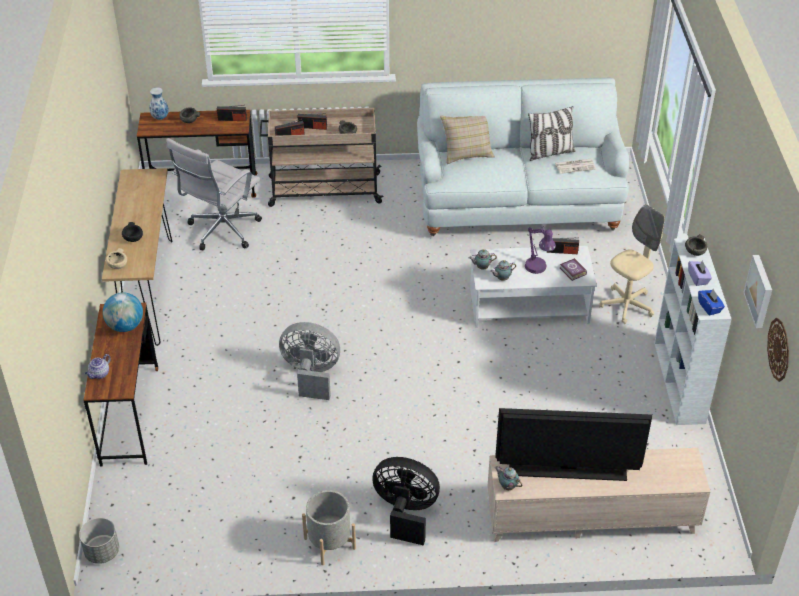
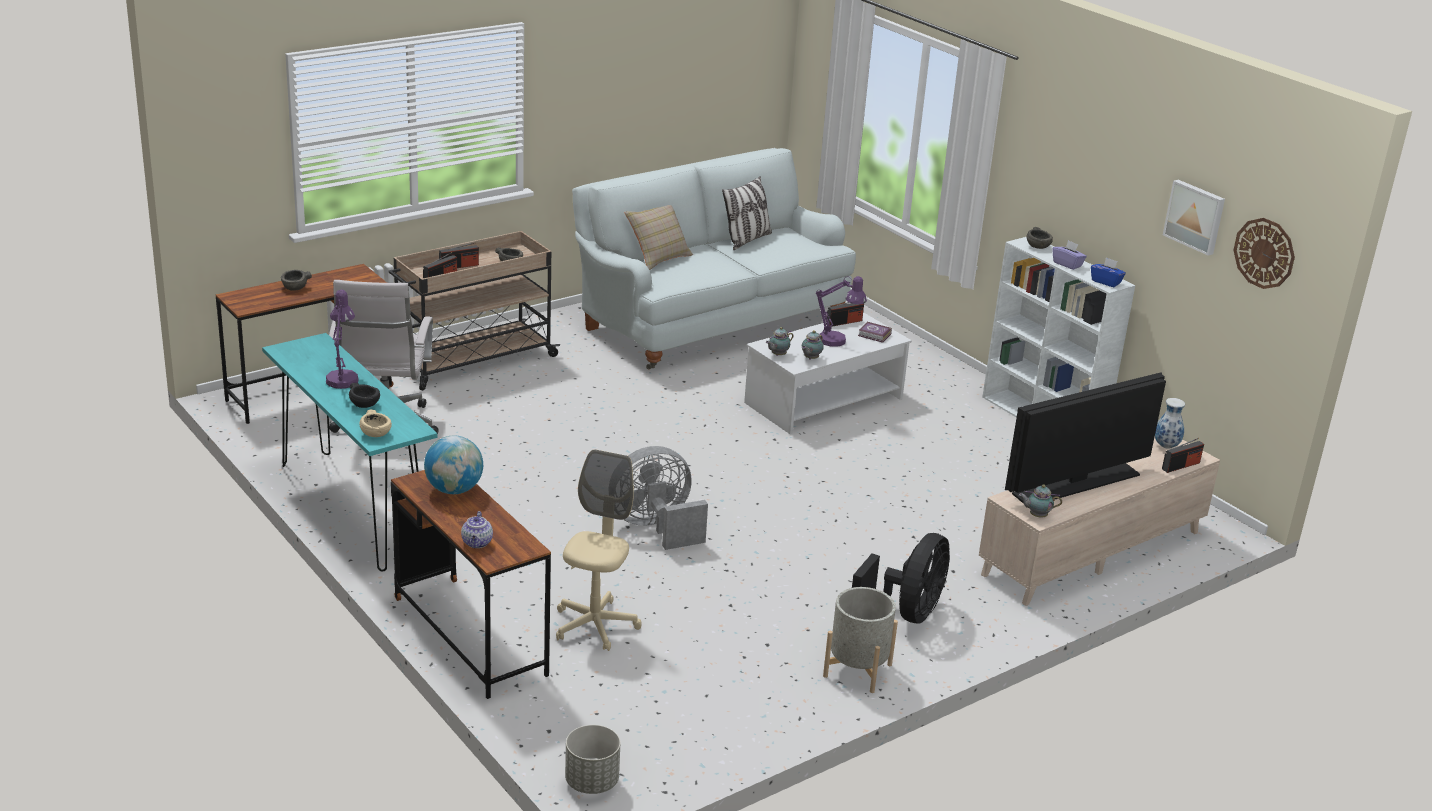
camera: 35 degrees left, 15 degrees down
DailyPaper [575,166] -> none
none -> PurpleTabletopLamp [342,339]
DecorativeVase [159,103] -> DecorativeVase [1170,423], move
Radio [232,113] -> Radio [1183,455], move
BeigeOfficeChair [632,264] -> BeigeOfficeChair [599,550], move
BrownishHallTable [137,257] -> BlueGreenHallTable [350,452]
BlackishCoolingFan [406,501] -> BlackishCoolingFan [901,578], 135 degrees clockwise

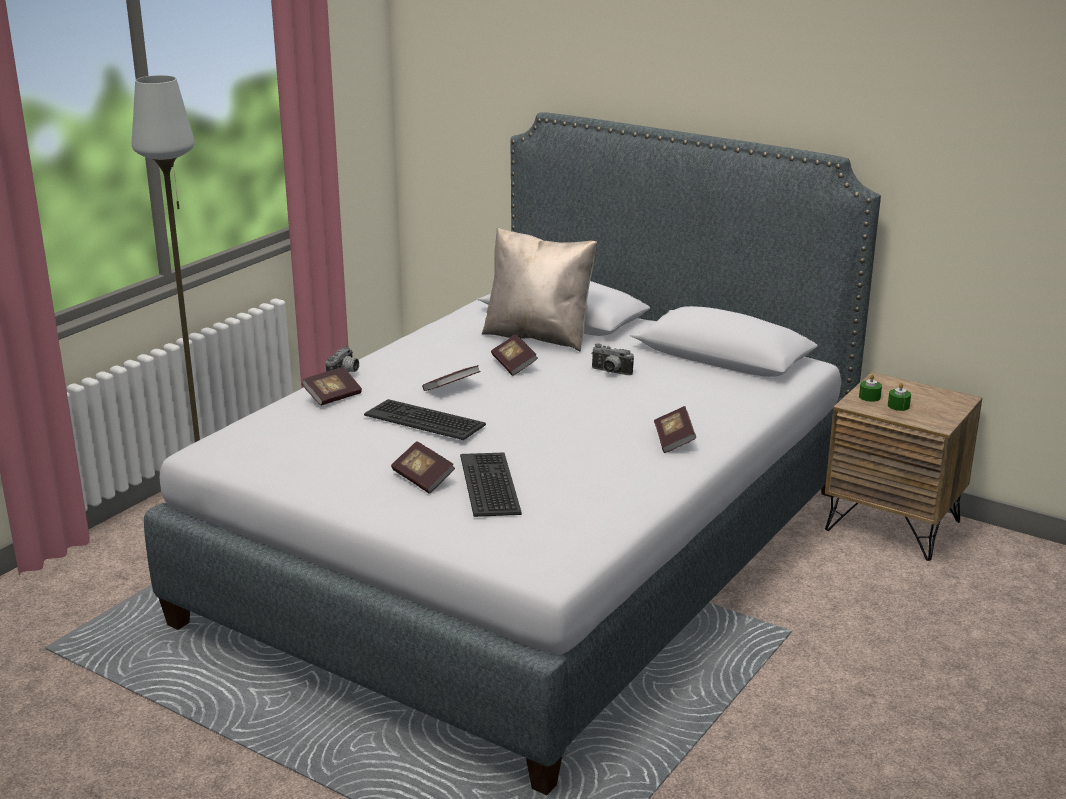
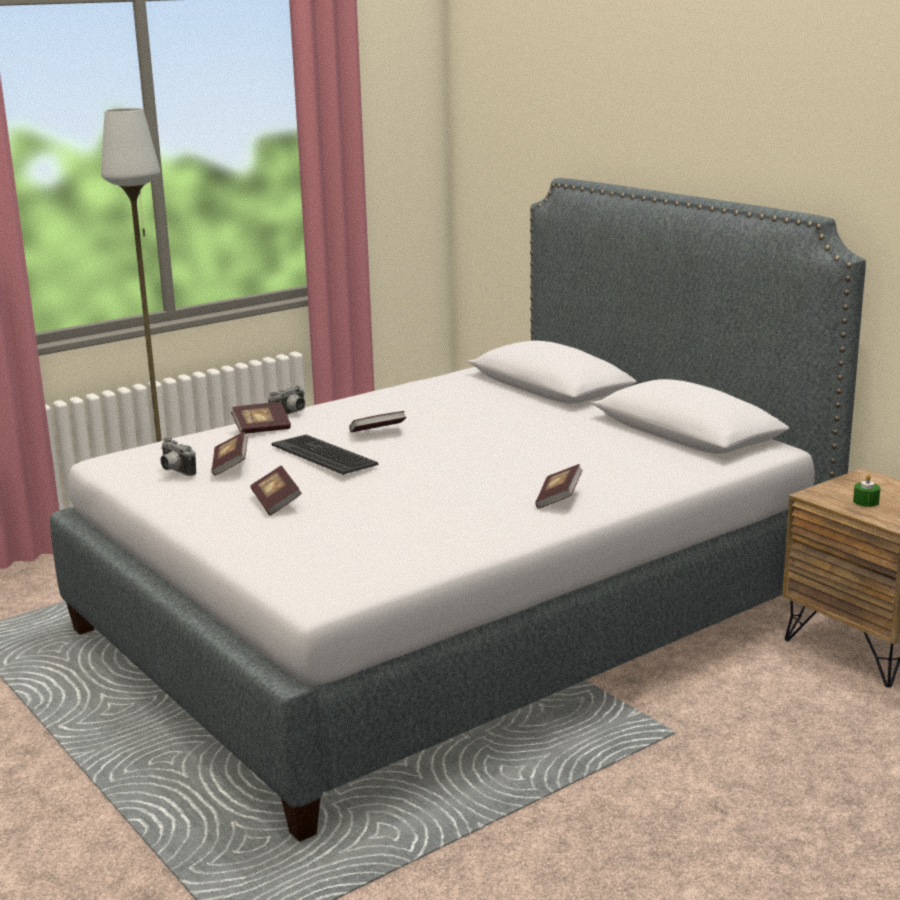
camera: 20 degrees right, 5 degrees down
PcKeyboard [491,484] -> none
BeigePillow [539,290] -> none
GreenishWaxLight [870,388] -> none
BoundBook [514,355] -> BoundBook [229,453], move
StillCamera [612,359] -> StillCamera [178,456], move

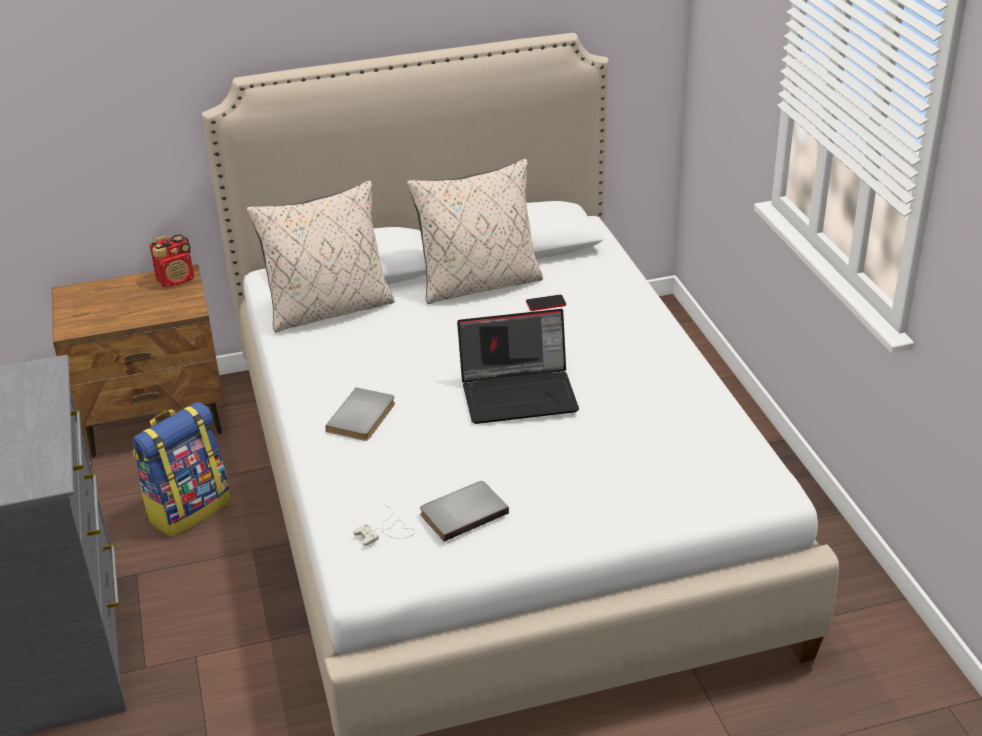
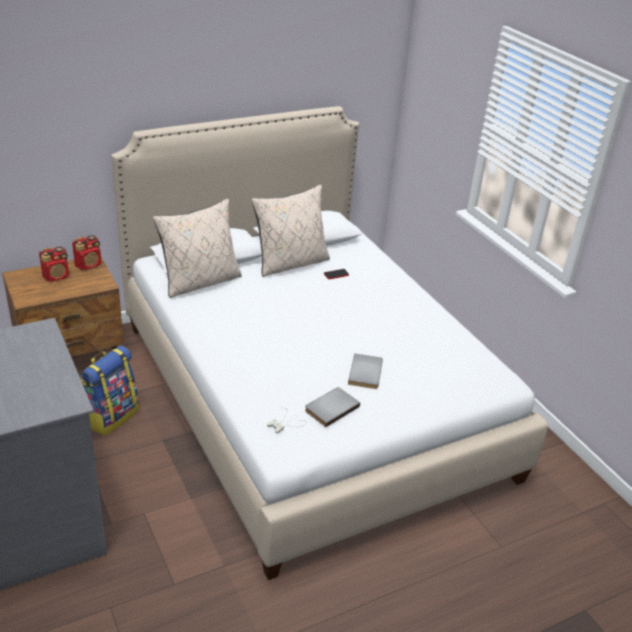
camera: 15 degrees left, 0 degrees up
NotebookComputer [518,366] -> none
none -> Radio [54,264]
GrayBoundBook [360,414] -> GrayBoundBook [365,371], move

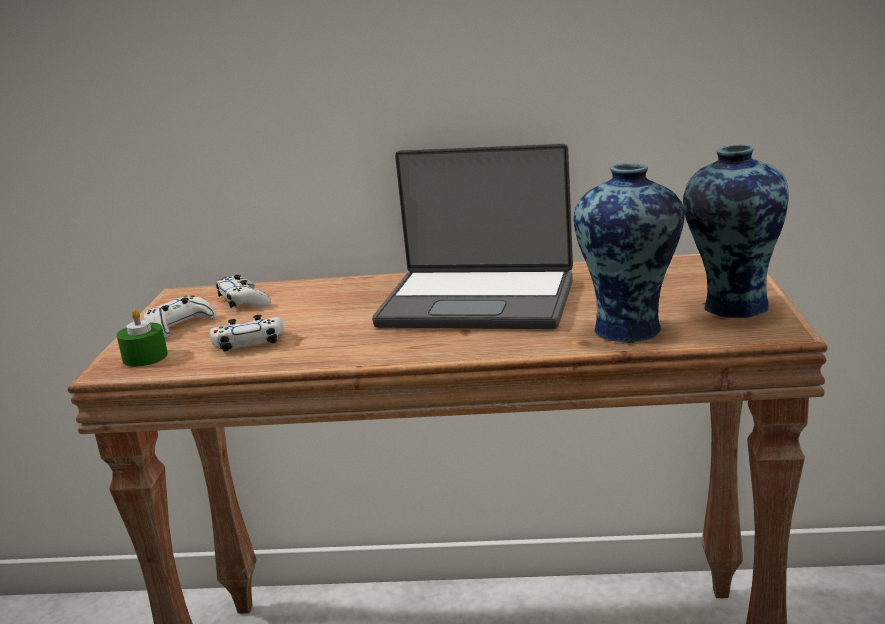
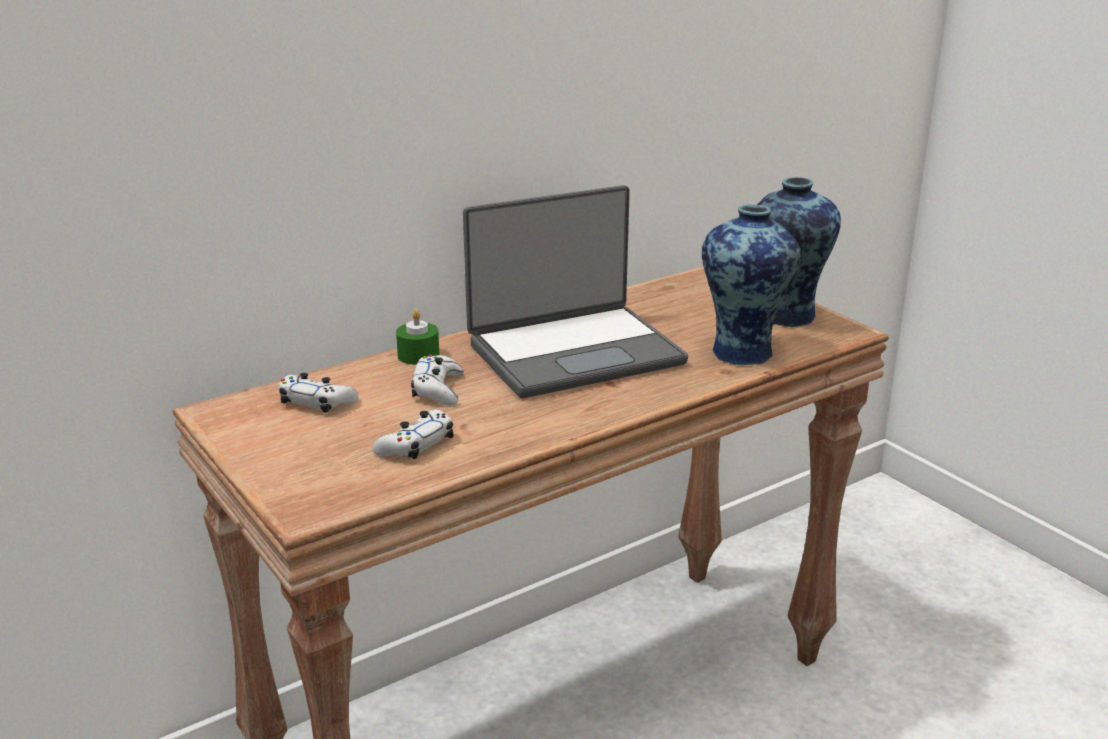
camera: 40 degrees left, 5 degrees up
GreenishWaxLight [142,337] -> GreenishWaxLight [417,337], move
WhitishJoypad [179,317] -> WhitishJoypad [437,380], move

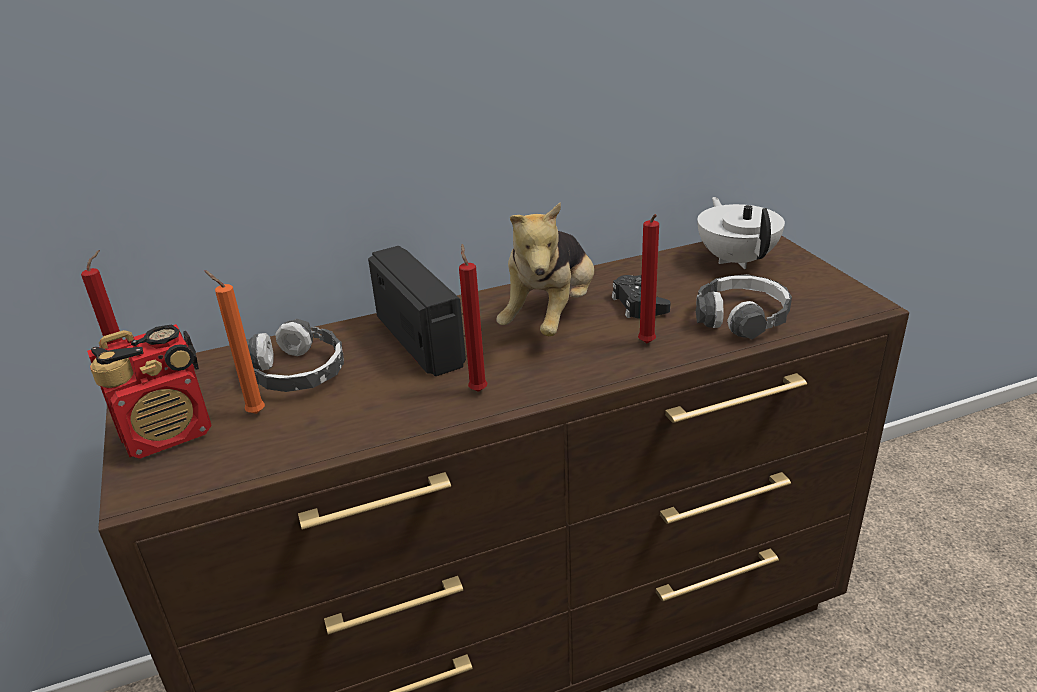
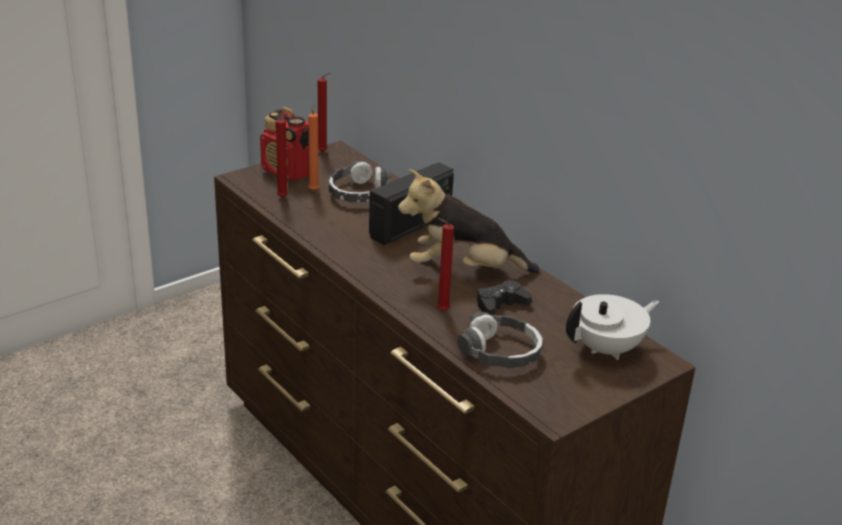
camera: 70 degrees right, 0 degrees up
RedColouredWaxLight [473,318] -> RedColouredWaxLight [283,154], move

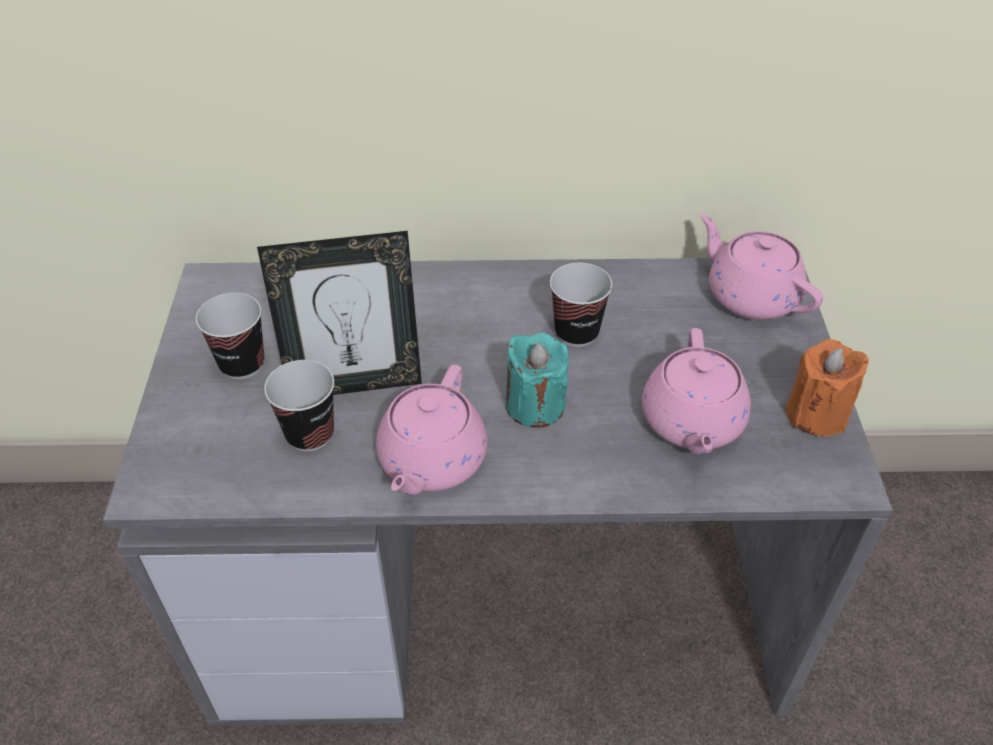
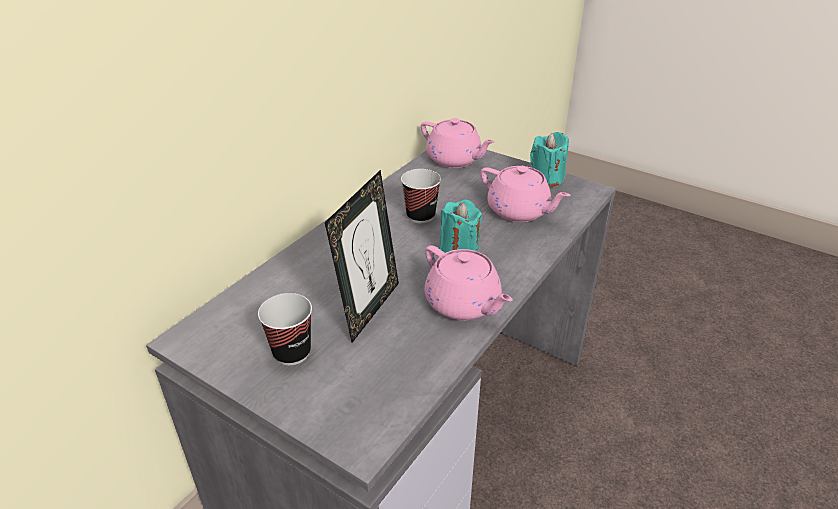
camera: 55 degrees left, 10 degrees down
Cup [299,405] -> none
OrangeyWaxLight [827,387] -> BlueGreenWaxLight [549,159]
PinkColouredPotForTea [761,267] -> PinkColouredPotForTea [458,143], 135 degrees counterclockwise

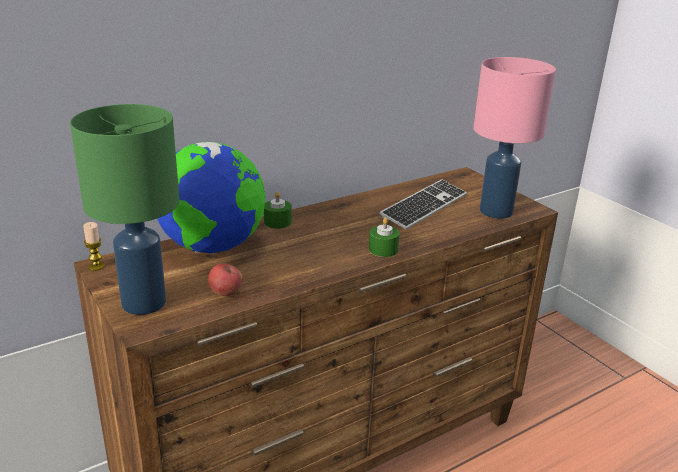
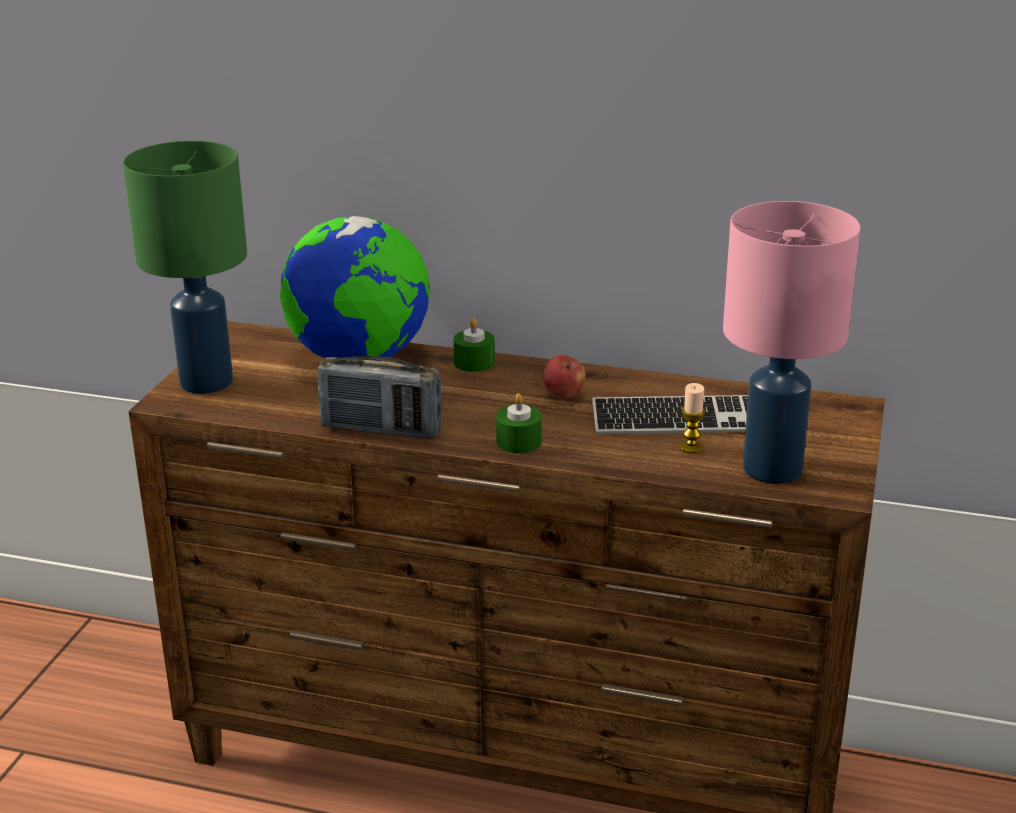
camera: 50 degrees right, 0 degrees up
none -> Radio [379,397]
WaxLight [94,246] -> WaxLight [692,418], move
Apple [225,280] -> Apple [564,376], move

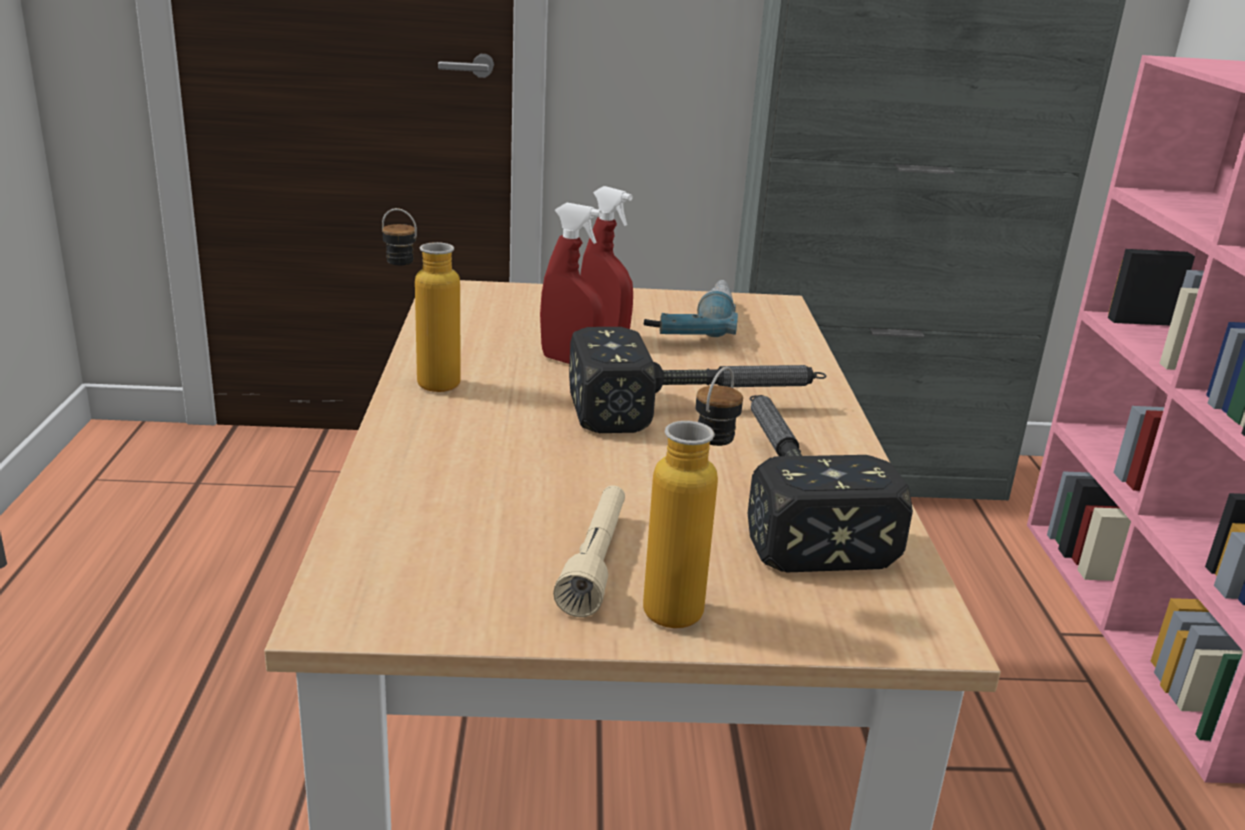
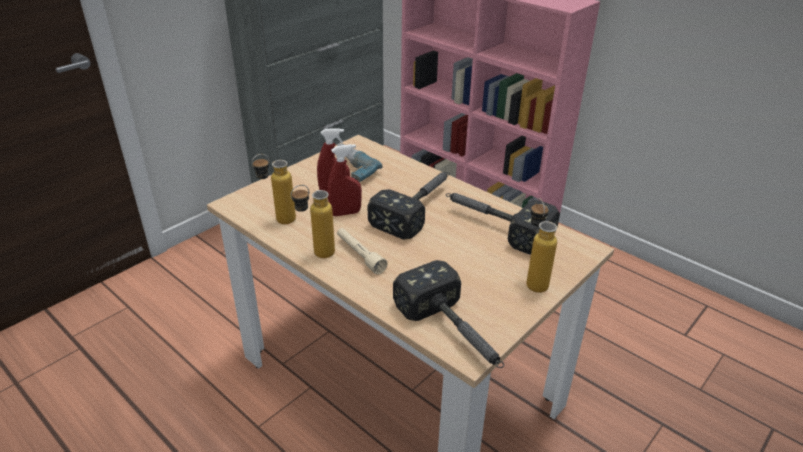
camera: 45 degrees left, 10 degrees up
none -> Bottle [274,189]
none -> Hammer [448,314]
BeigeTorch [589,551] -> BeigeTorch [362,251], move

